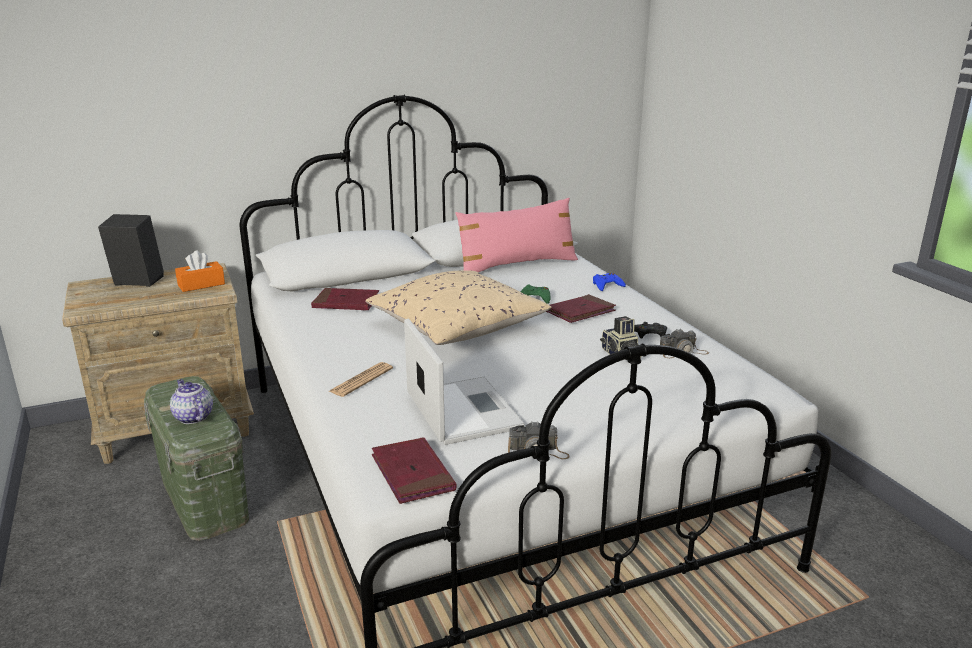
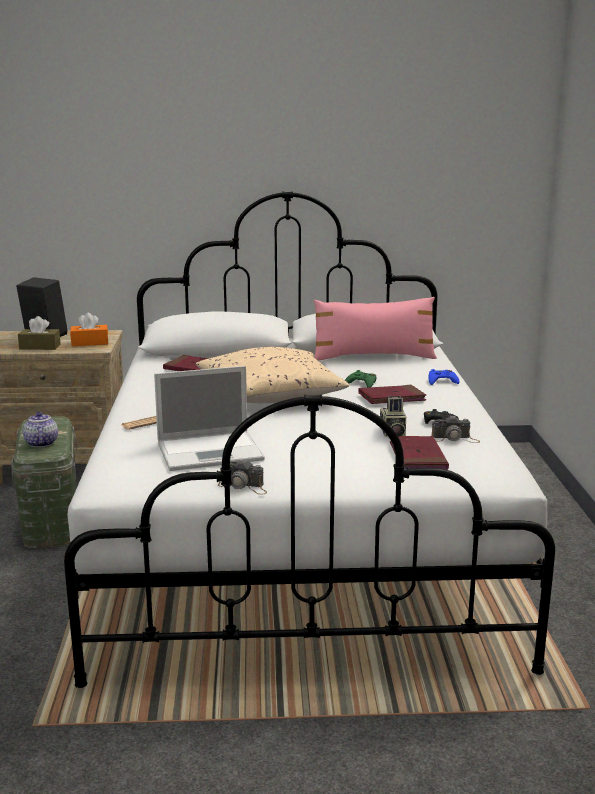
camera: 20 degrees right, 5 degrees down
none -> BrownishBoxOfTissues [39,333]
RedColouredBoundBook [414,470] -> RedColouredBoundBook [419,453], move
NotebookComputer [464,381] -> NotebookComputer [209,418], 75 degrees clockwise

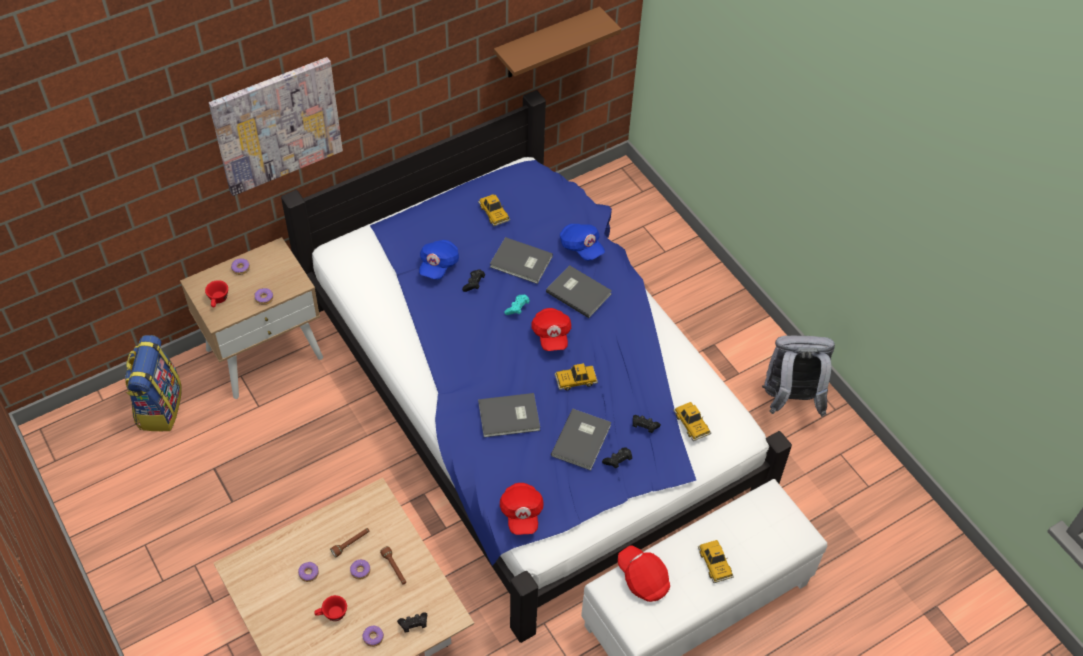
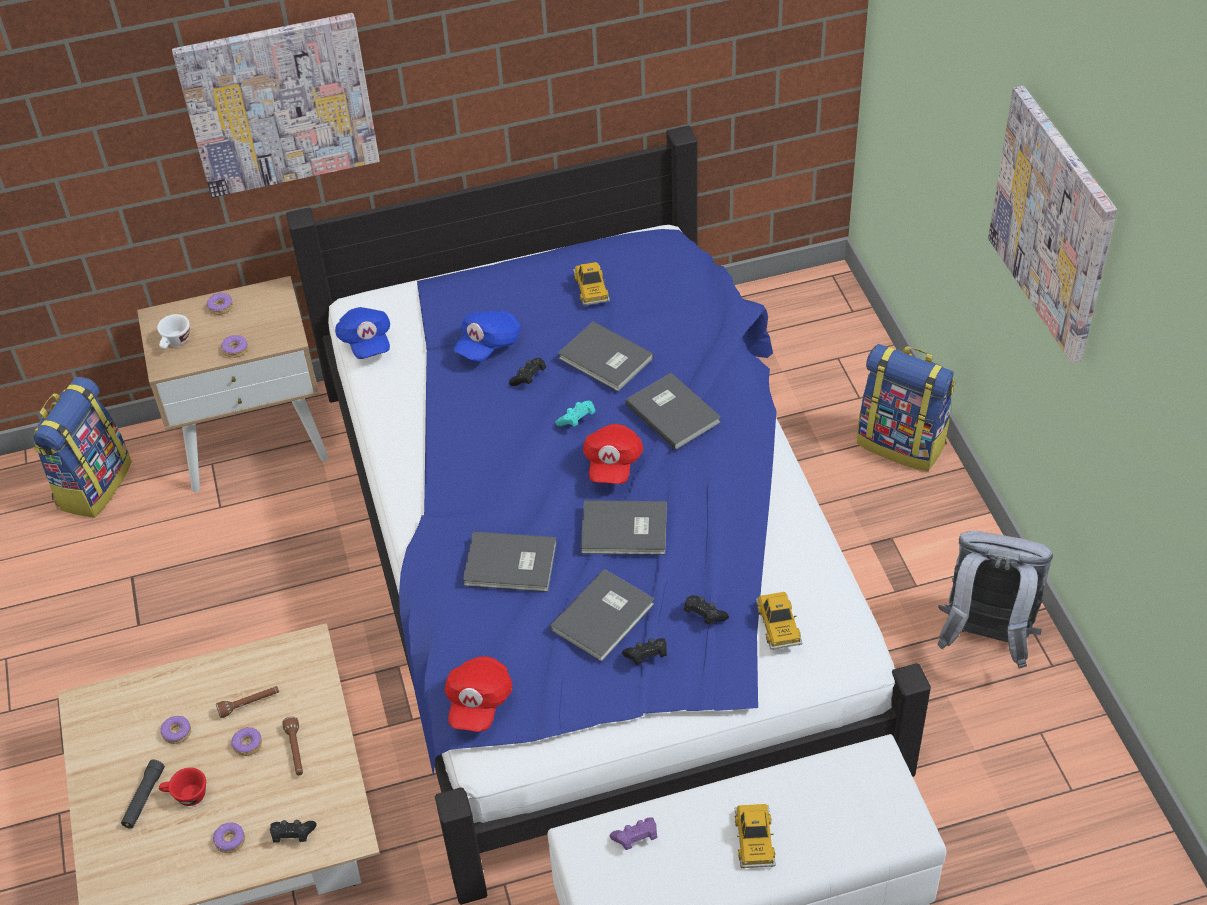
camera: 20 degrees right, 5 degrees down
BrownishWallShelf [557,42] -> none
none -> BlackishTorch [143,794]
none -> Knapsack [906,407]
none -> WallPicture [1052,224]
BluishCap [582,242] -> BluishCap [362,333], move
MiniatureCar [576,377] -> GrayBoundBook [624,527]
RedColouredCap [644,574] -> PurpleJoypad [633,833]
RedColouredCup [216,293] -> WhitishCup [173,331]

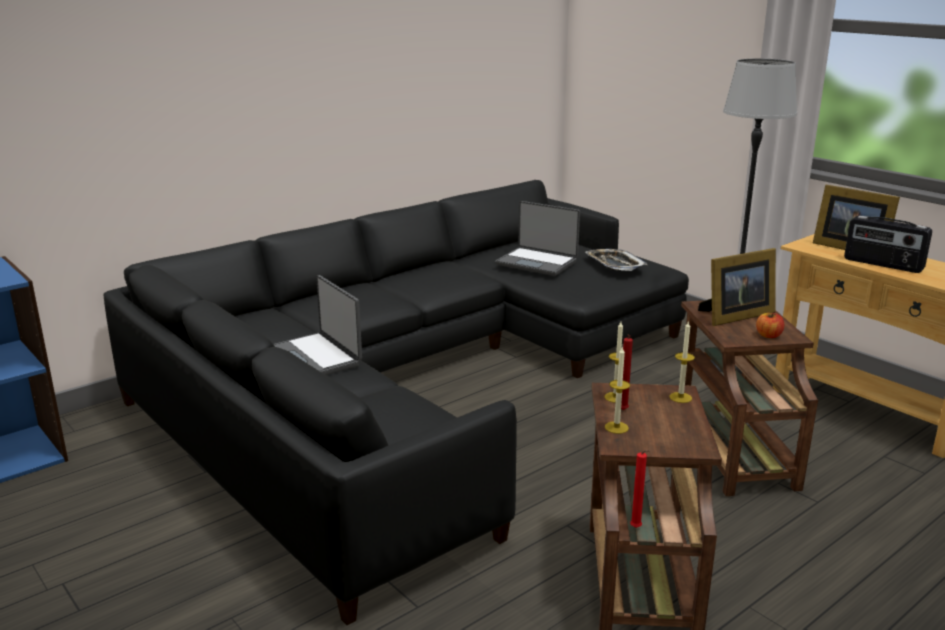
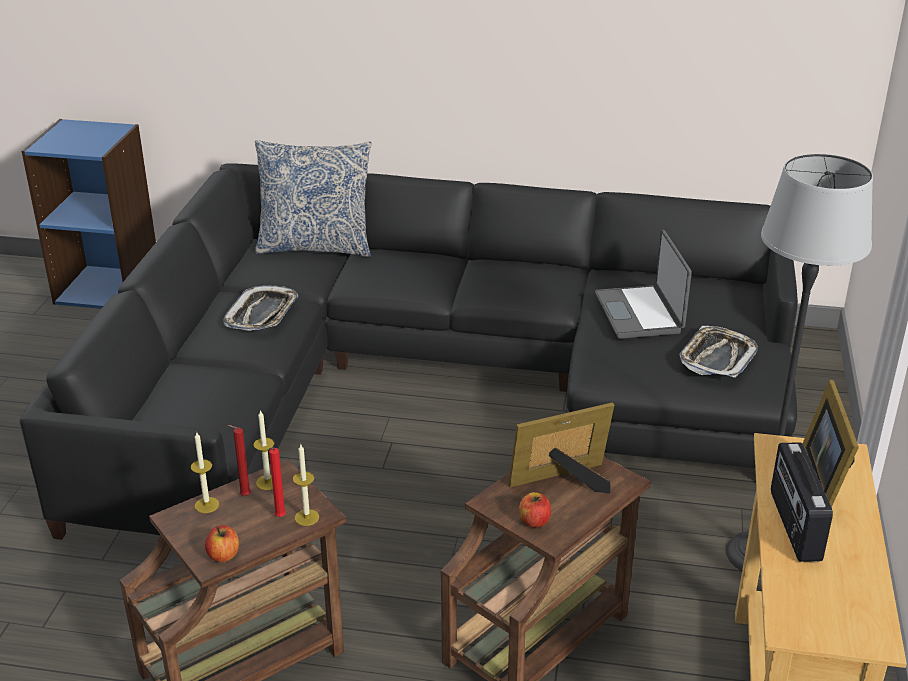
camera: 50 degrees right, 10 degrees up
none -> Apple [222,543]
none -> Pillow [313,198]
RedColouredWaxLight [640,489] -> RedColouredWaxLight [277,482], move
NotebookComputer [318,325] -> Tray [260,308]
PhotoFrame [737,287] -> PhotoFrame [561,447], 135 degrees clockwise

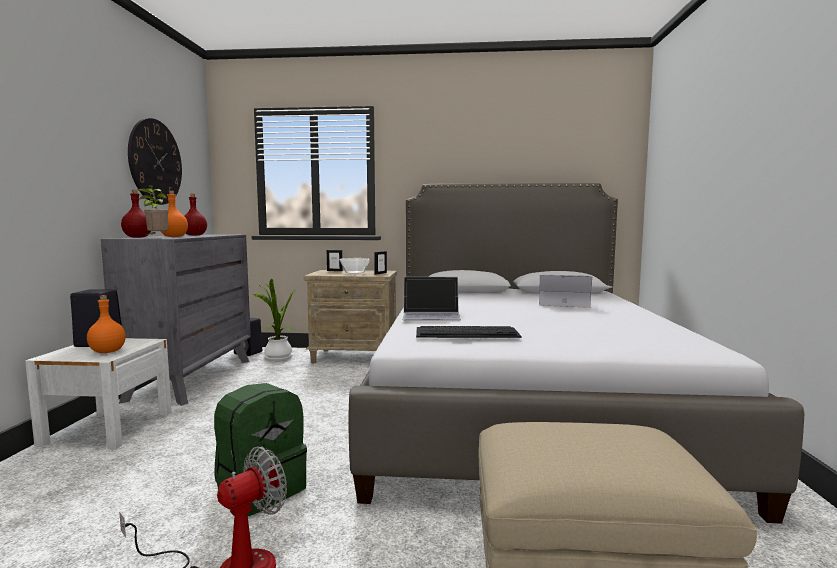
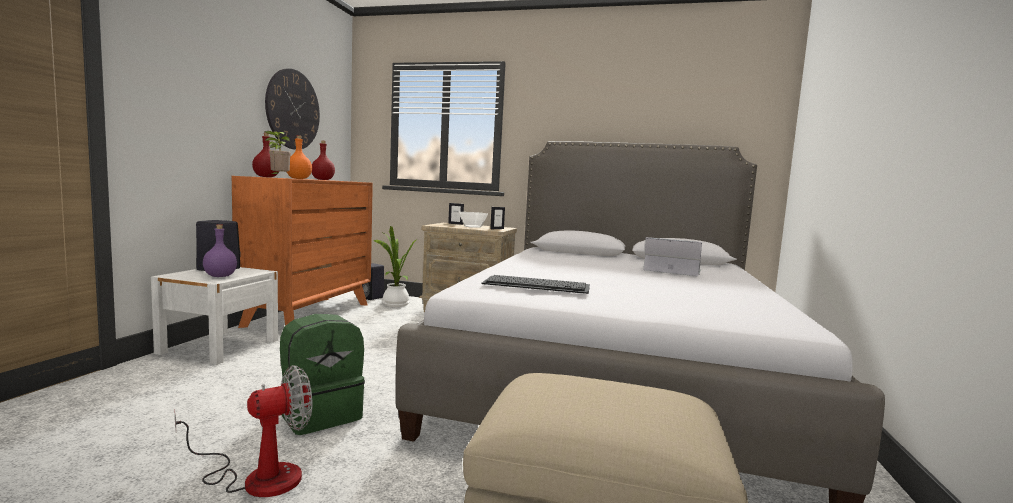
camera: 10 degrees right, 0 degrees up
NotebookComputer [431,299] -> none
OrangeyBottle [106,324] -> PurpleBottle [220,250]
GrayDresser [176,320] -> OrangeyDresser [302,252]

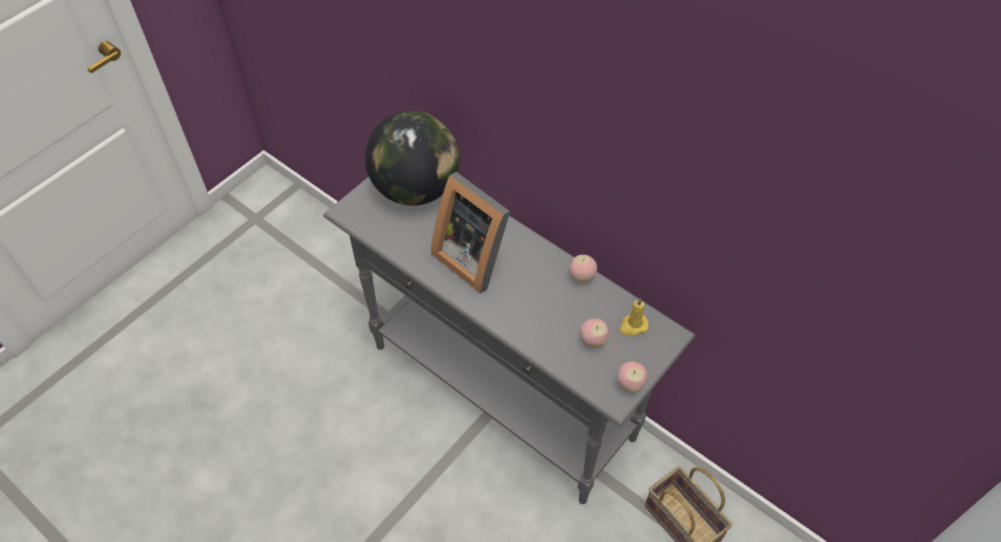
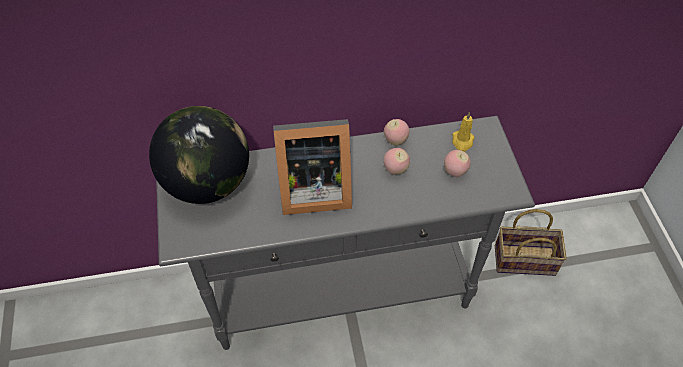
camera: 50 degrees left, 0 degrees up
Apple [632,377] -> Apple [396,161], move

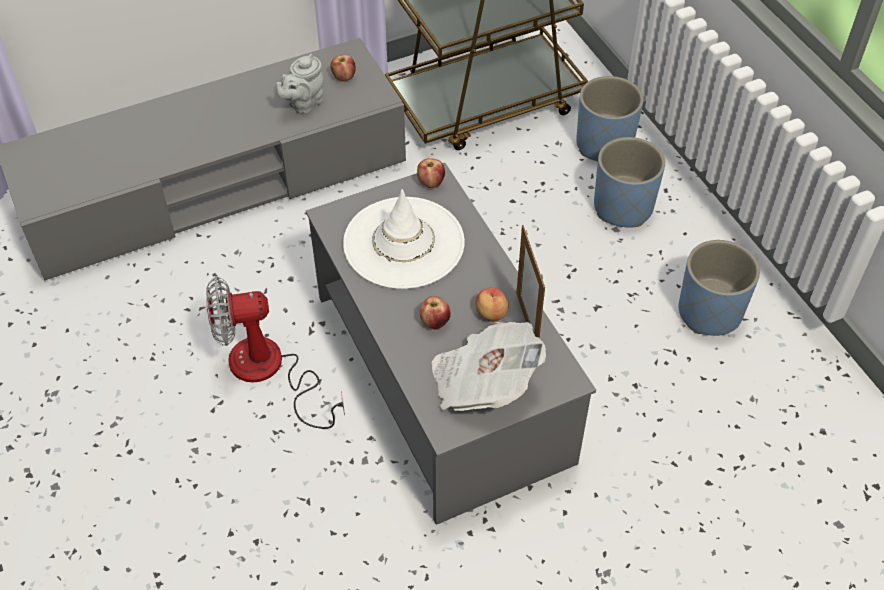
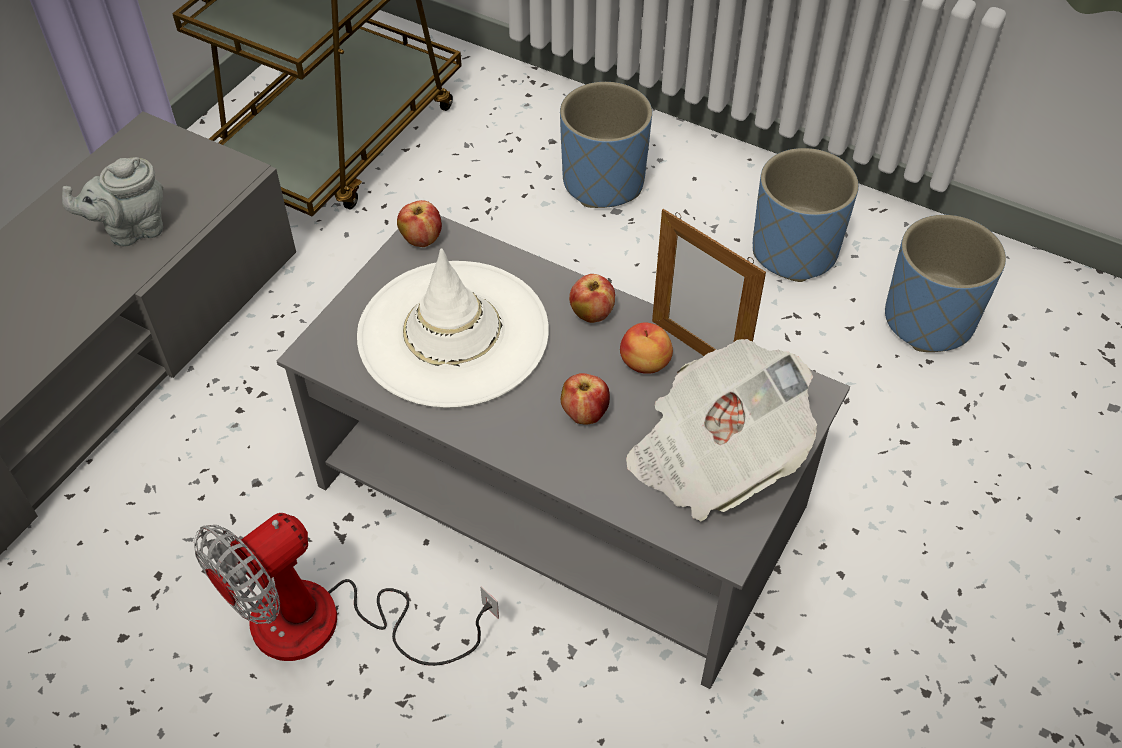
camera: 35 degrees left, 0 degrees up
Apple [342,68] -> Apple [592,298], move
BluishPlanter [609,118] -> BluishPlanter [945,283], move
GrayPotForTea [300,84] -> GrayPotForTea [112,201], 60 degrees clockwise

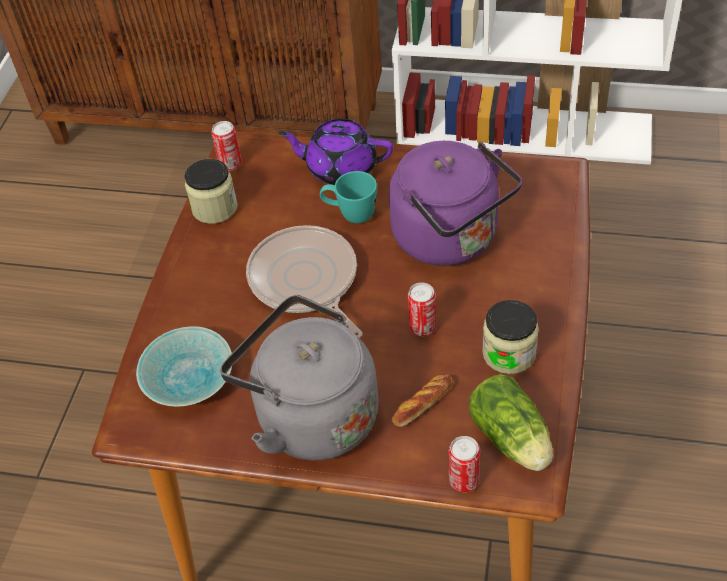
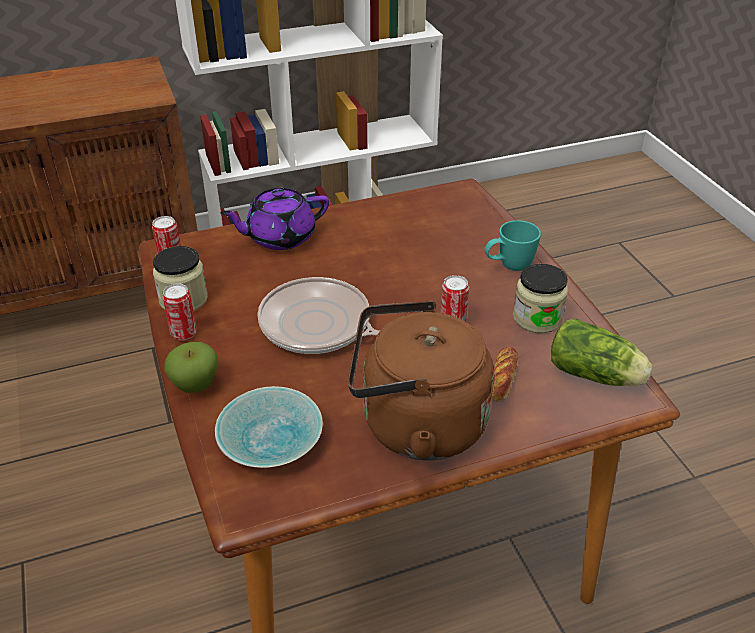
camera: 35 degrees left, 10 degrees down
PurpleTeaKettle [455,203] -> none
none -> Apple [191,367]
BlueGreenTeaMug [348,197] -> BlueGreenTeaMug [513,245], move
Can [464,464] -> Can [179,311], move
GrayTeaKettle [299,378] -> BrownishTeaKettle [421,380]

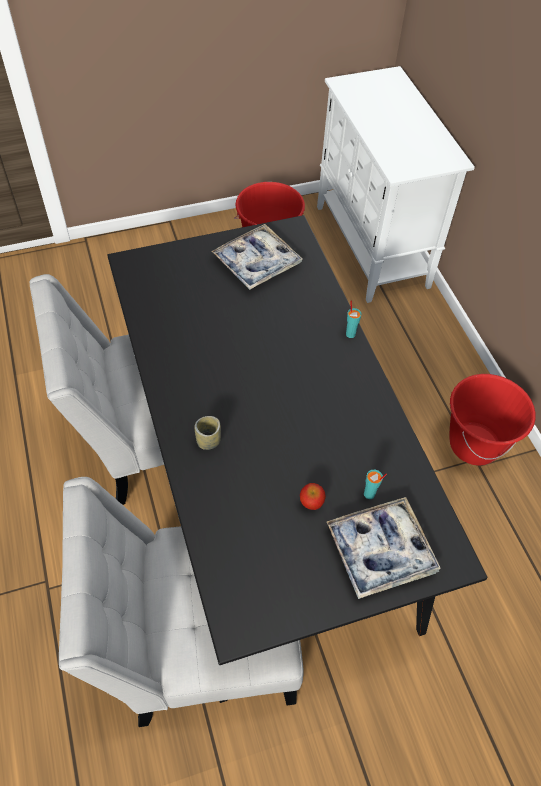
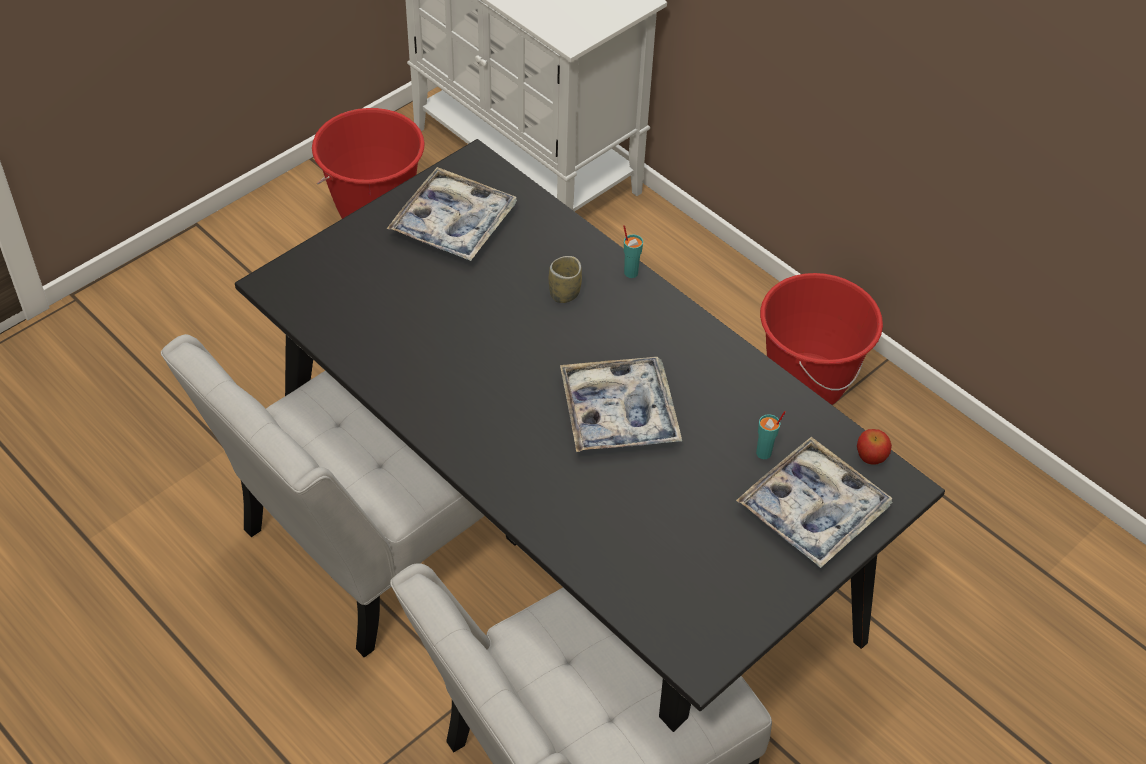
camera: 25 degrees left, 5 degrees down
none -> Tray [621,404]
Cup [207,433] -> Cup [565,279], move
Apple [313,496] -> Apple [874,447], move

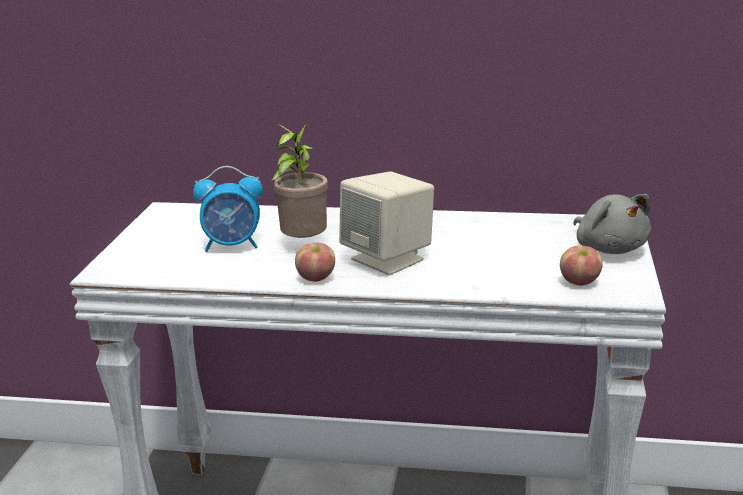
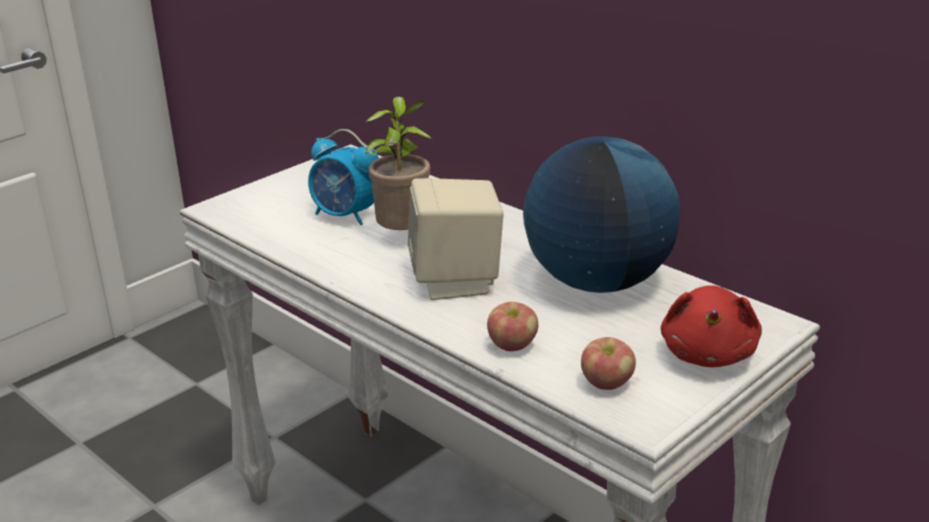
camera: 35 degrees right, 5 degrees up
none -> Globe [601,214]
Apple [315,262] -> Apple [512,326], move
GrayCuddlyToy [612,224] -> RedColouredCuddlyToy [711,326]

